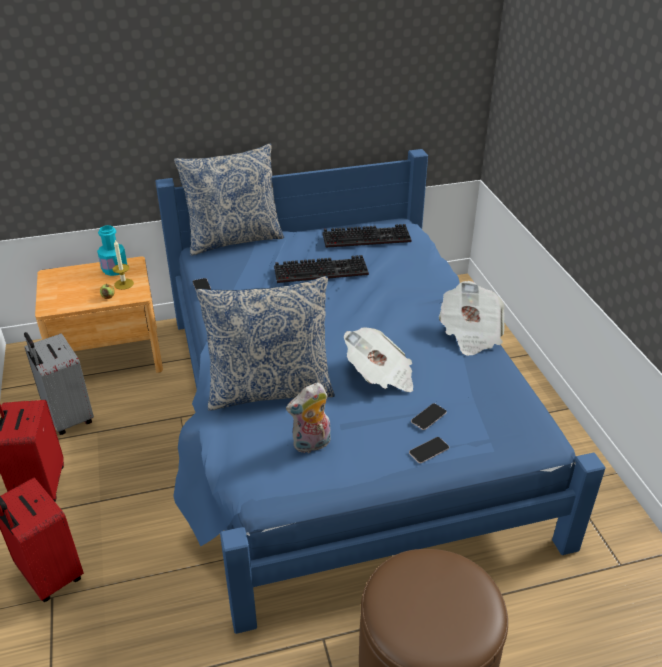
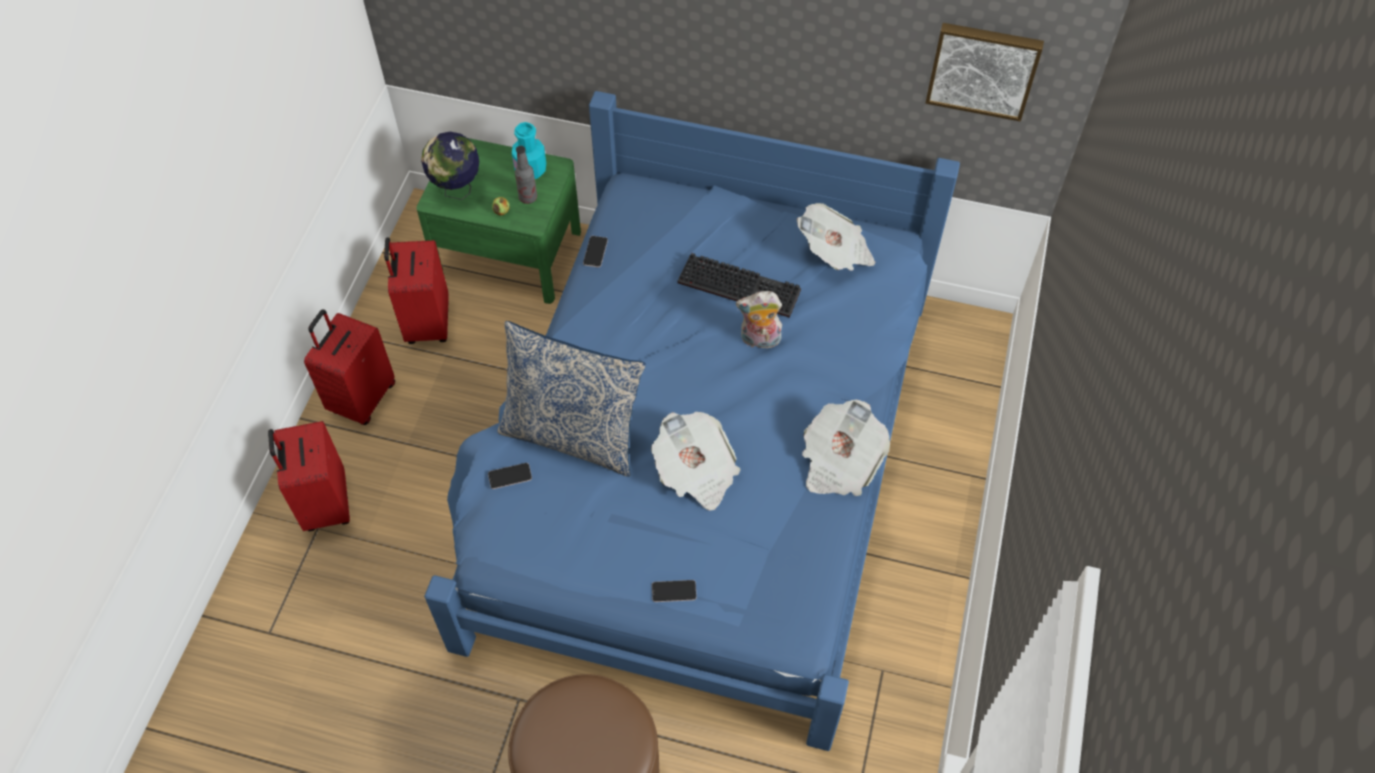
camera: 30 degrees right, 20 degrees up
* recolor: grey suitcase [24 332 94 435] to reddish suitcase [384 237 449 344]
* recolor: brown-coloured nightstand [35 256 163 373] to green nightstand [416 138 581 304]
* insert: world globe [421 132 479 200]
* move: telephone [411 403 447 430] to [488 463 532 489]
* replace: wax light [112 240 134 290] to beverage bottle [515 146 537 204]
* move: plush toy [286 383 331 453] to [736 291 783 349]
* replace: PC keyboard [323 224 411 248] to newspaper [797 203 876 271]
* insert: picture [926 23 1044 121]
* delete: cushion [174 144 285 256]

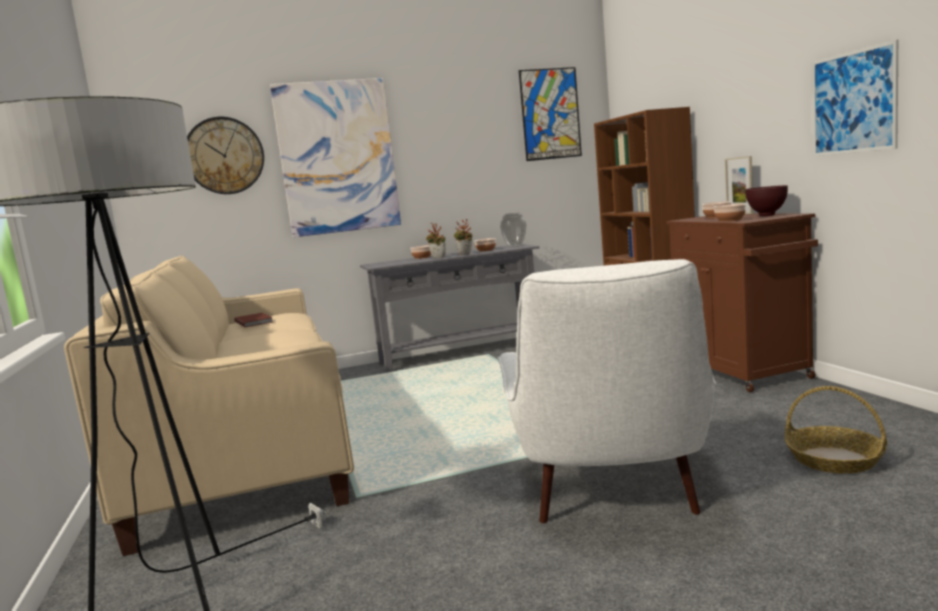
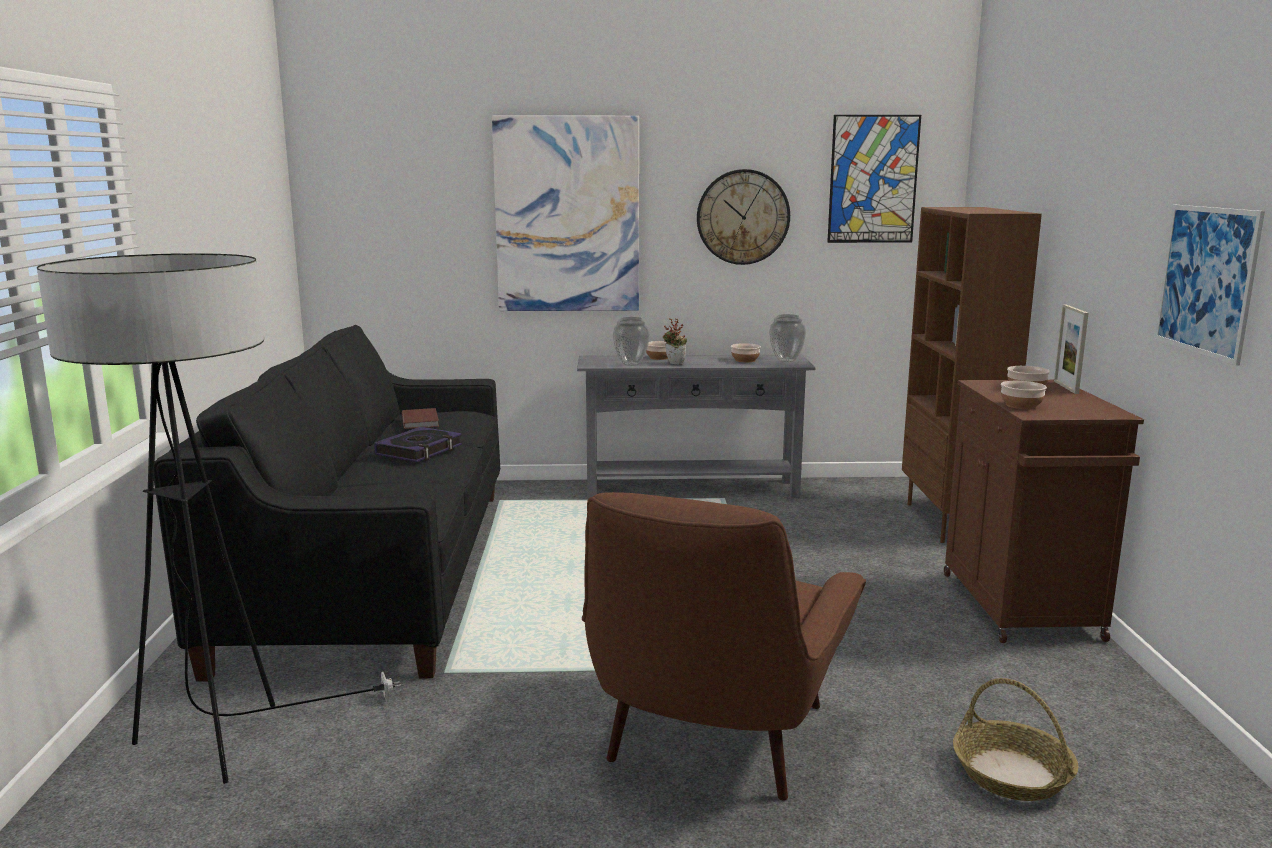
camera: 15 degrees right, 5 degrees up
* recolor: sand-coloured sofa [64 255 354 556] to black-coloured sofa [154 325 500 682]
* insert: book [374 427 462 462]
* recolor: whitish easy chair [497 259 716 523] to brown-coloured easy chair [582 492 866 801]
* insert: decorative vase [613 317 650 366]
* move: clock on the wall [187 117 264 194] to [697 169 790 265]
* delete: potted plant [454 219 472 255]
* delete: brown-coloured bowl [745 185 788 216]

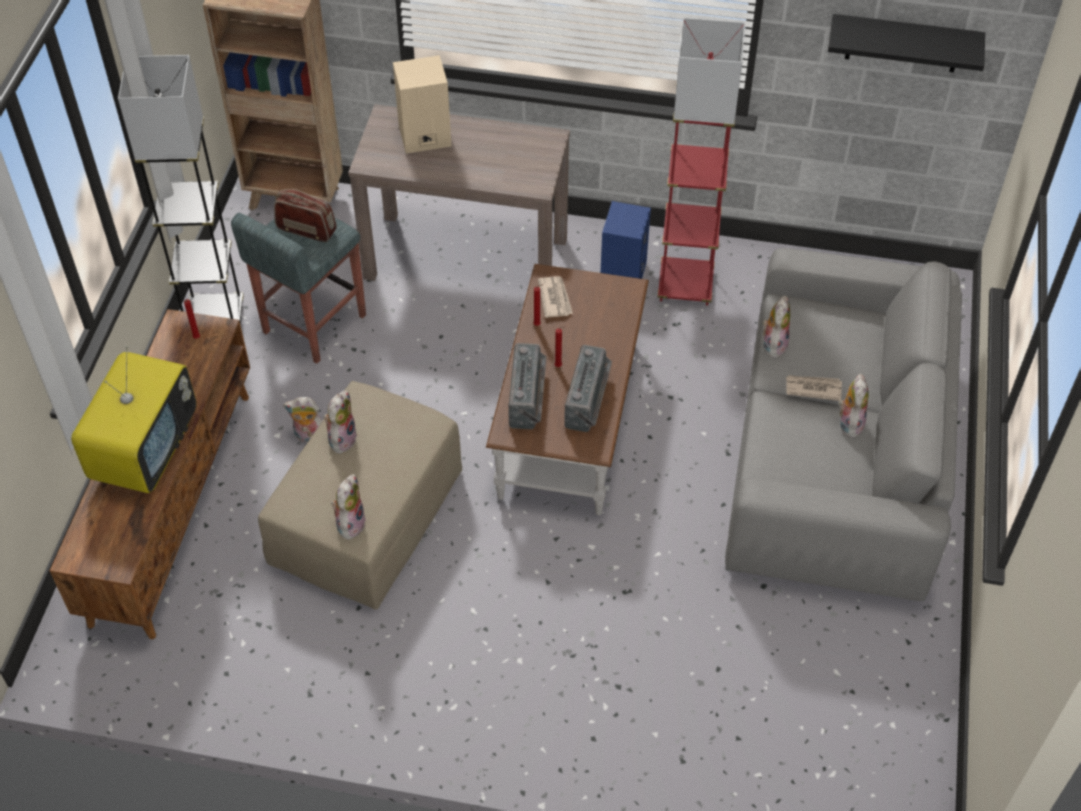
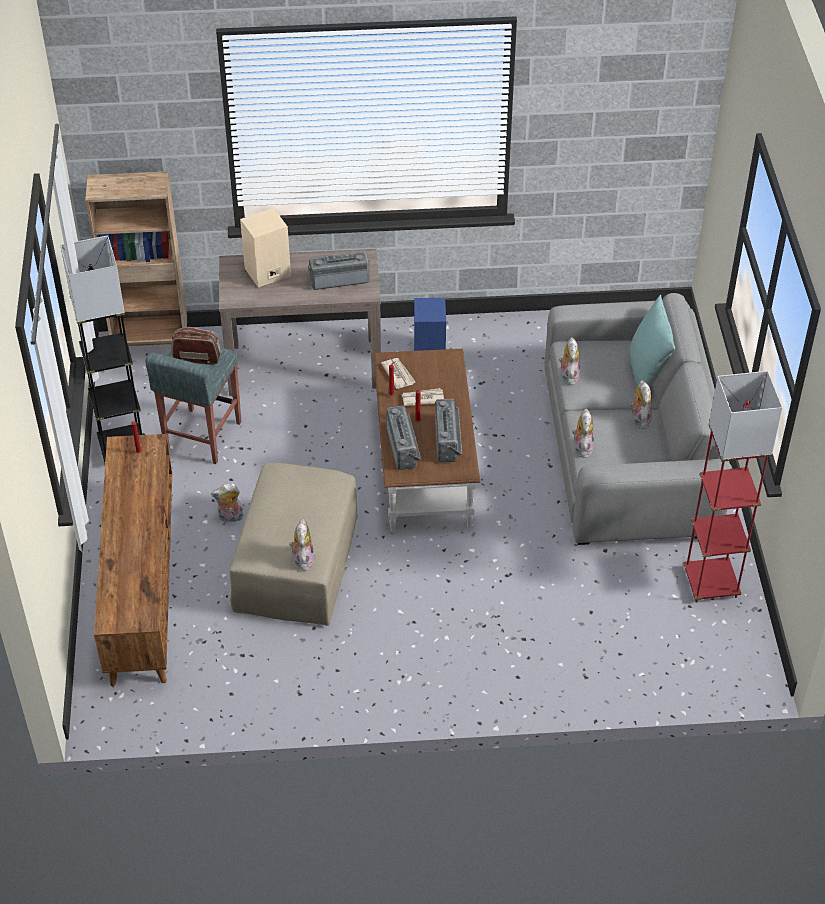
camera: 15 degrees left, 5 degrees down
* insert: radio [308 251 370 290]
* move: newspaper [786 375 842 401] to [401 388 444 406]
* move: plush toy [324 390 358 454] to [572 409 594 458]
* insert: turquoise-coloured cushion [630 295 675 387]
* move: reddish standing lamp [657 18 745 306] to [683 371 783 603]
* delete: television [71 346 196 493]
* delete: black-coloured bracket shelf [828 14 985 73]

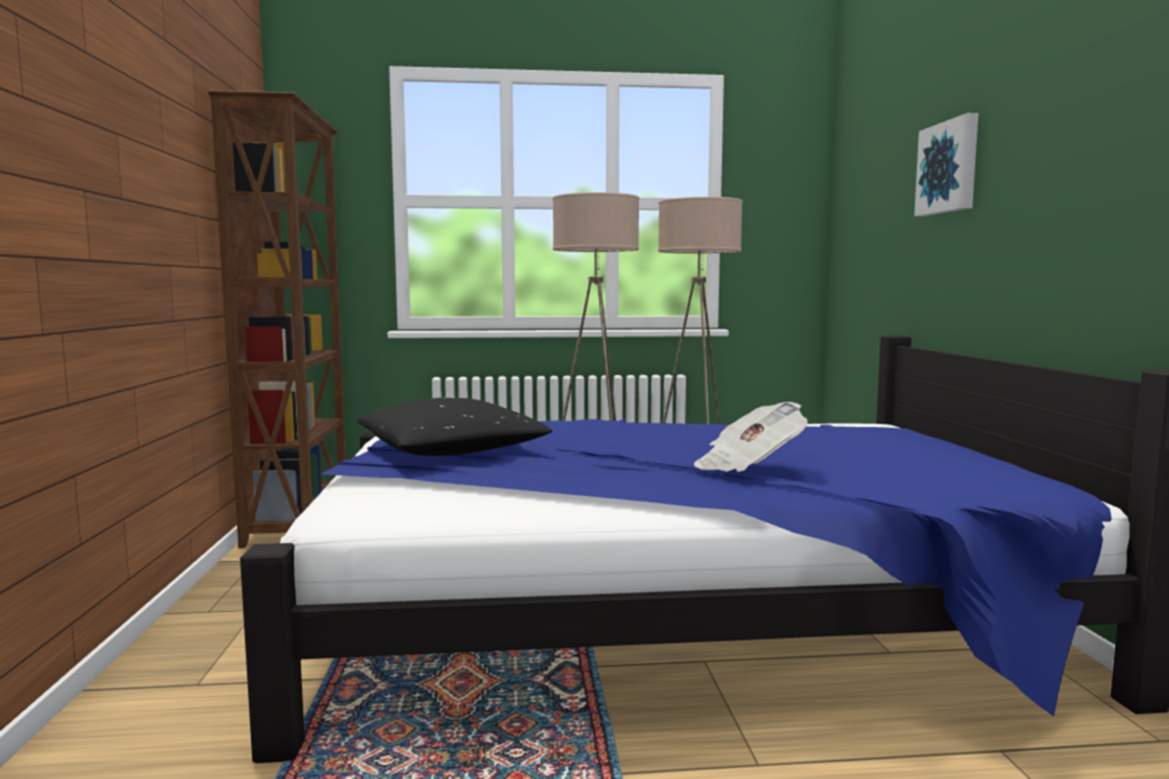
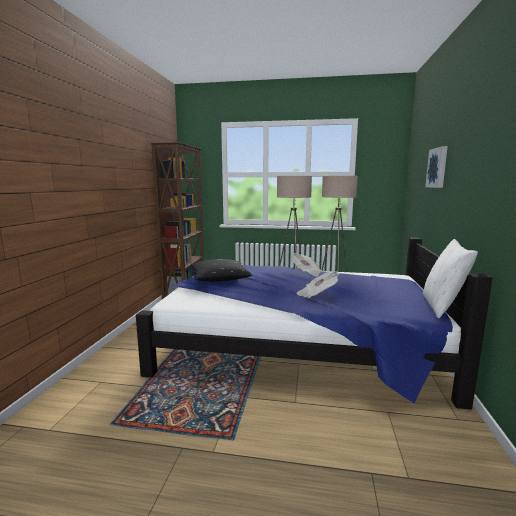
camera: 15 degrees right, 5 degrees up
* insert: newspaper [291 253 322 276]
* insert: whitish cushion [422 239 478 319]

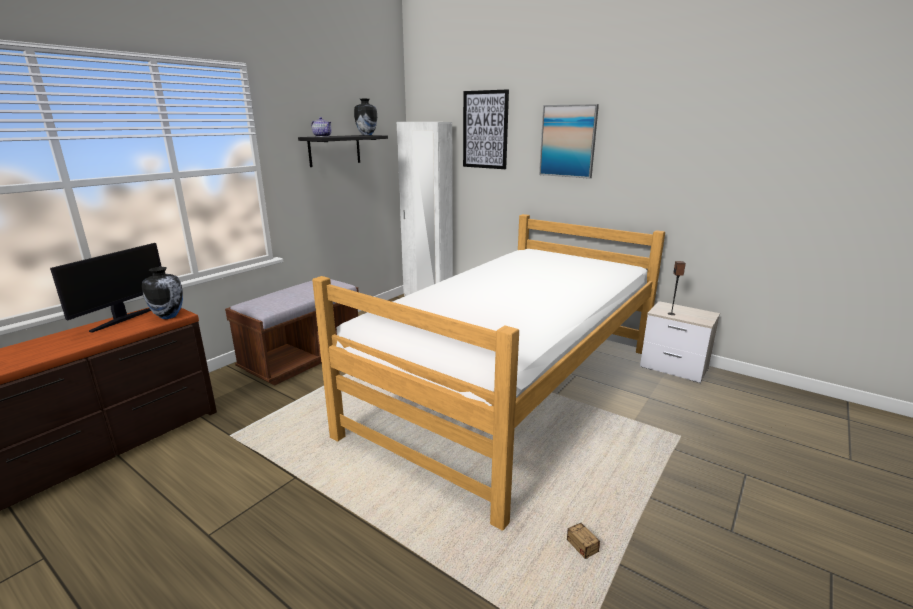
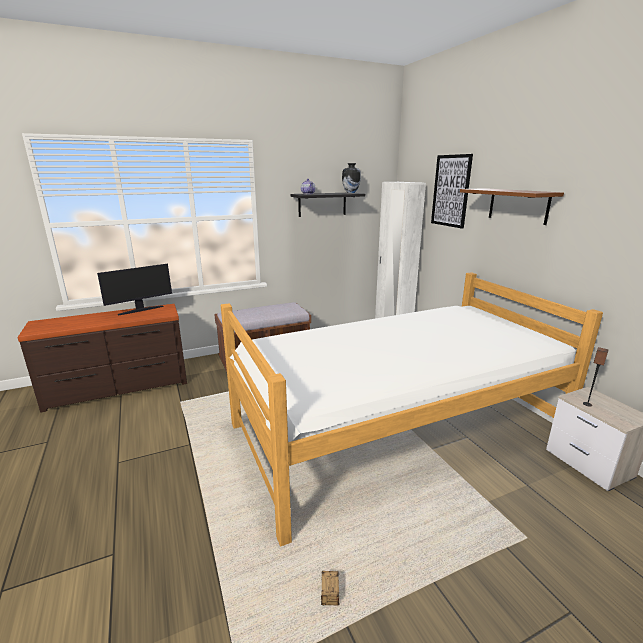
camera: 30 degrees right, 0 degrees up
* replace: picture [539 104 599 179] to brown-coloured bracket shelf [460 188 564 225]
* delete: decorative vase [142 267 183 319]

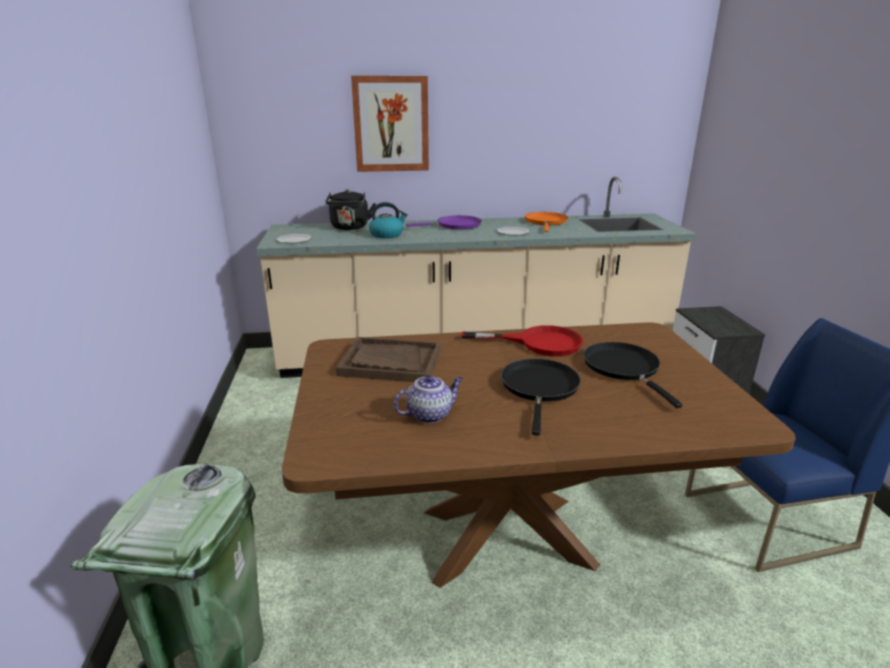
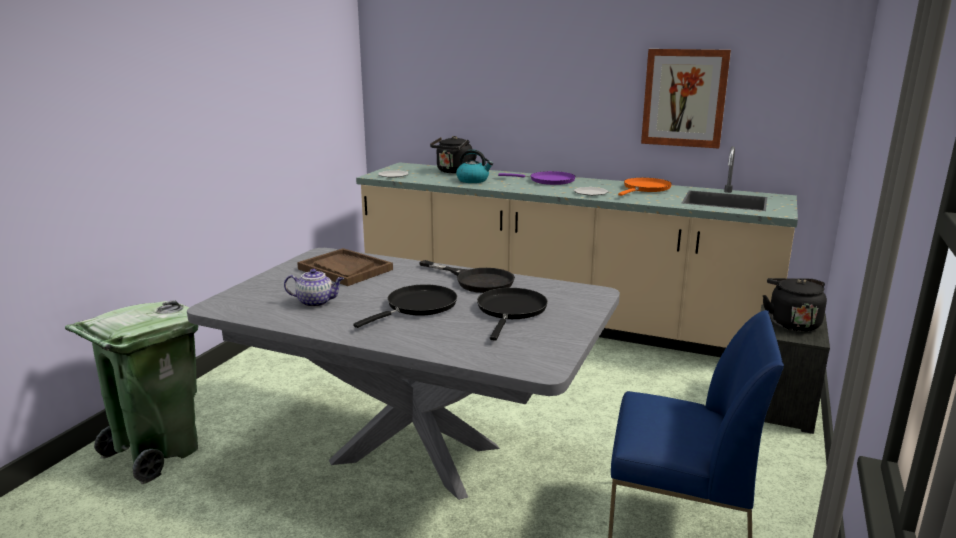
camera: 30 degrees right, 5 degrees down
* recolor: brown-coloured dinner table [282 323 796 588] to grey dinner table [187 248 620 500]
* recolor: reddish skillet [461 325 583 356] to black-coloured skillet [419 260 515 293]
* move: picture [351 76 429 172] to [641 49 731 148]
* insert: black-coloured tea kettle [763 278 827 332]

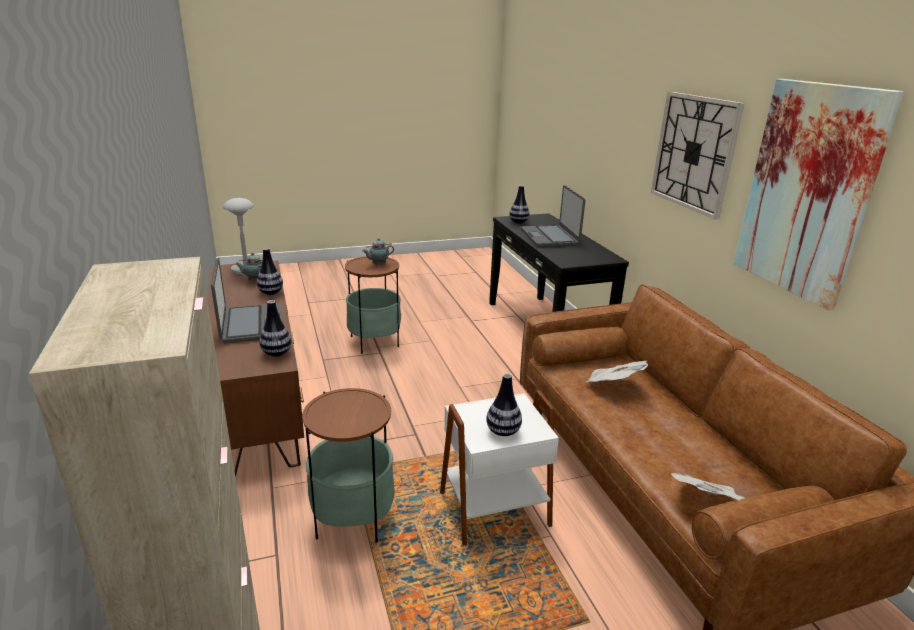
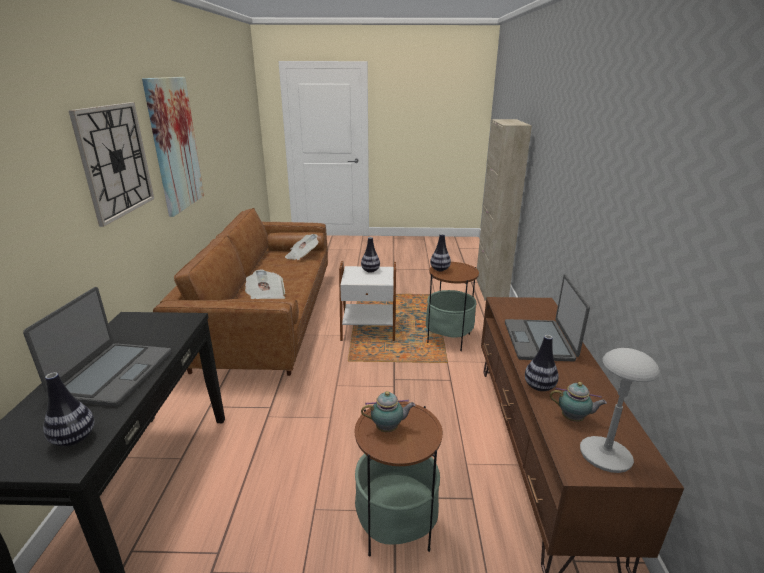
camera: 160 degrees left, 0 degrees up
* move: decorative vase [259 300 292 357] to [430 233 451 271]

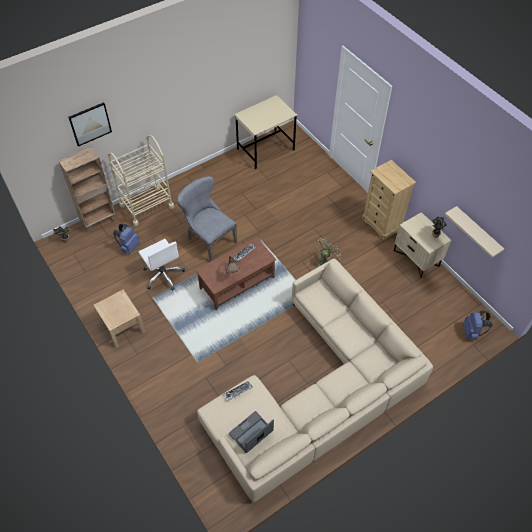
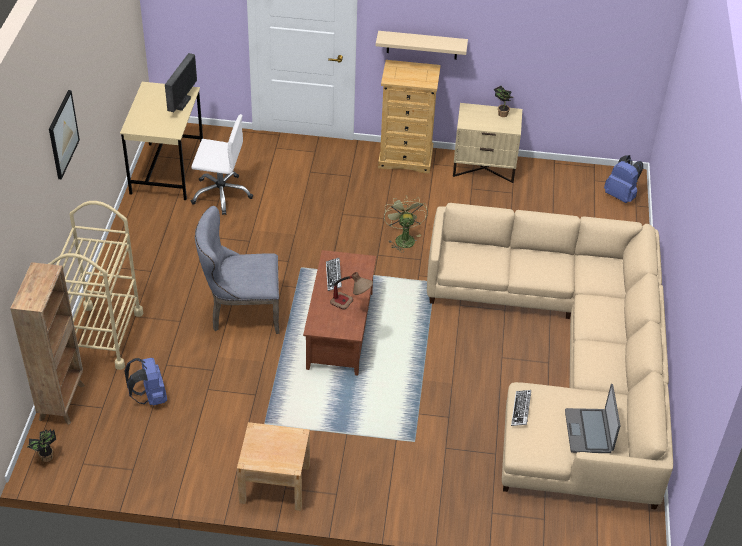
camera: 50 degrees left, 10 degrees down
* move: picture [68 102 112 147] to [49 90 80 179]
* insert: computer screen [165 53 197 112]
* move: whitish desk chair [139 239 185 290] to [191 114 253 215]
* move: sand-coloured bracket shelf [445 206 504 258] to [376 31 468 60]

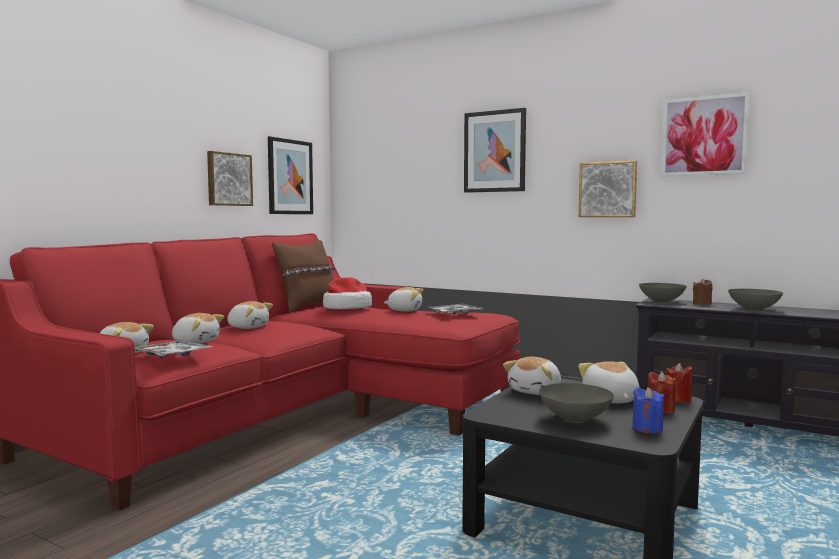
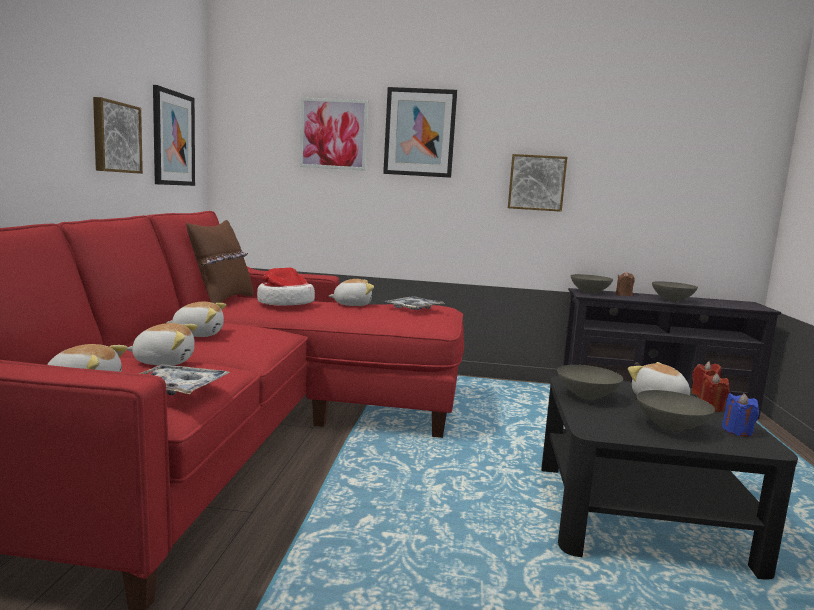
camera: 25 degrees left, 5 degrees up
* move: picture [661 92 750 176] to [299 98 369 171]
* replace: plush toy [503 357 561 395] to grey bowl [557 365 623 400]

